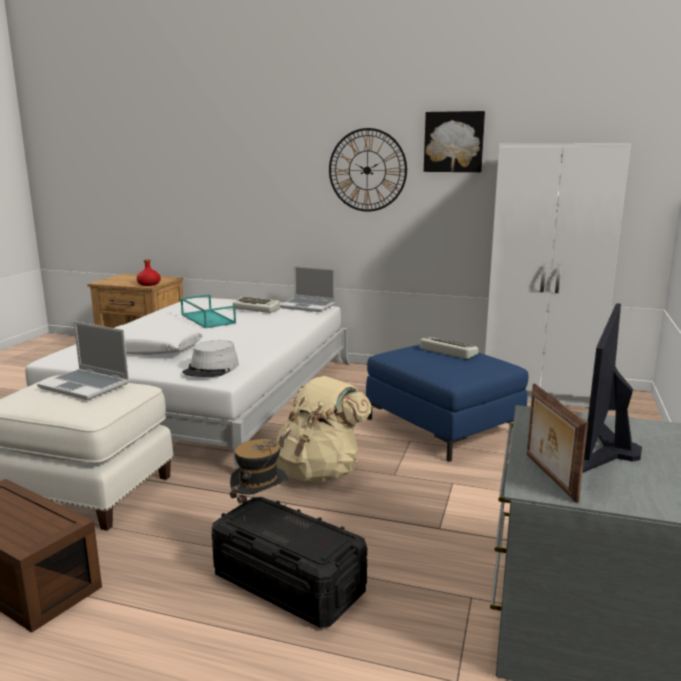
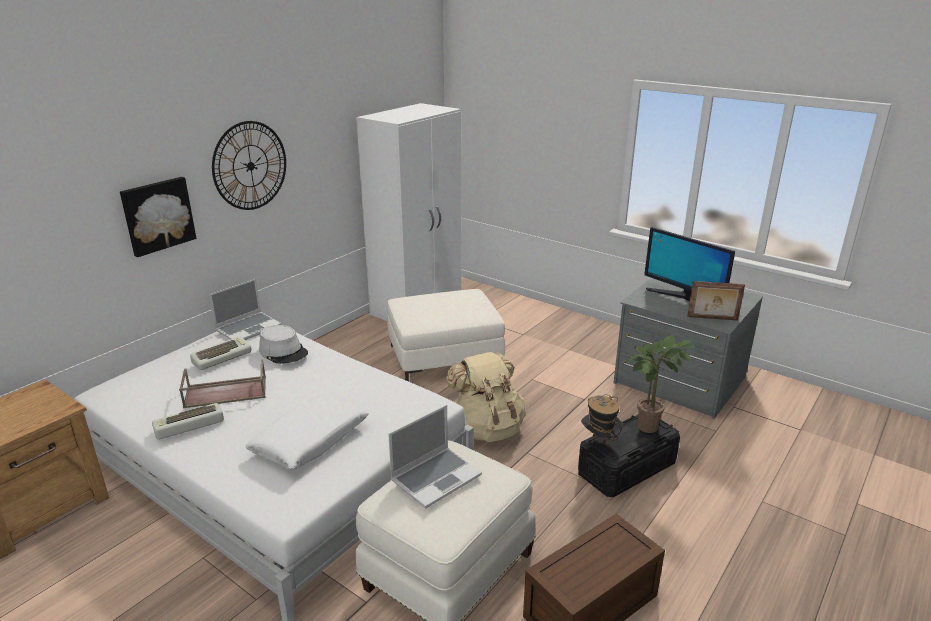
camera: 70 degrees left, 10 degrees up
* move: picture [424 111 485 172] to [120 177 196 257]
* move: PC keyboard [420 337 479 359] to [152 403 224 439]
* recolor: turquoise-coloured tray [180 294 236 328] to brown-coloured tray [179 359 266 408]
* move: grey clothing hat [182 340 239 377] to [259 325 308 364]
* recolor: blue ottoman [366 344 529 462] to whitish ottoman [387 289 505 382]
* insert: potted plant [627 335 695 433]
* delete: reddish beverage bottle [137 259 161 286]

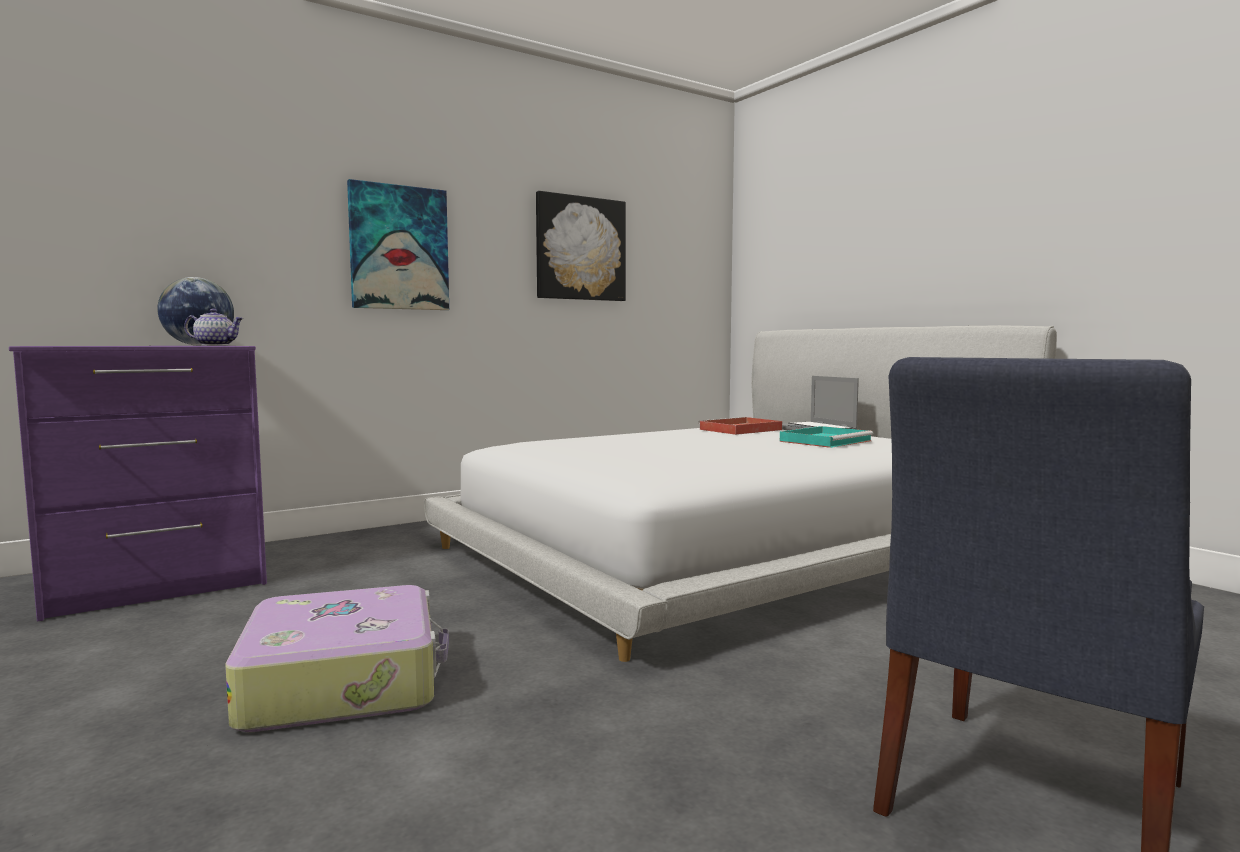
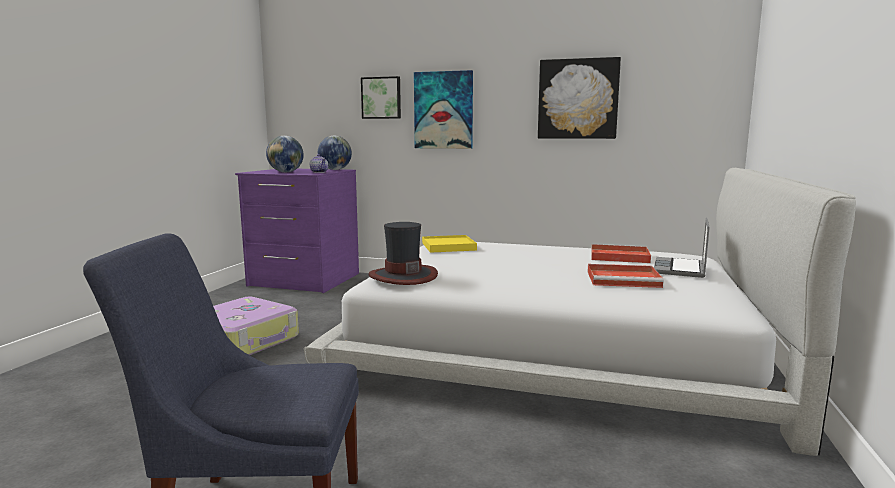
camera: 50 degrees right, 5 degrees up
* insert: world globe [266 136 304 172]
* insert: picture [361 76 401 119]
* insert: clothing hat [368 222 438 285]
* insert: yellow tray [422 235 477 253]
* recolor: turquoise-coloured tray [780 426 873 448] to reddish tray [588 264 664 288]

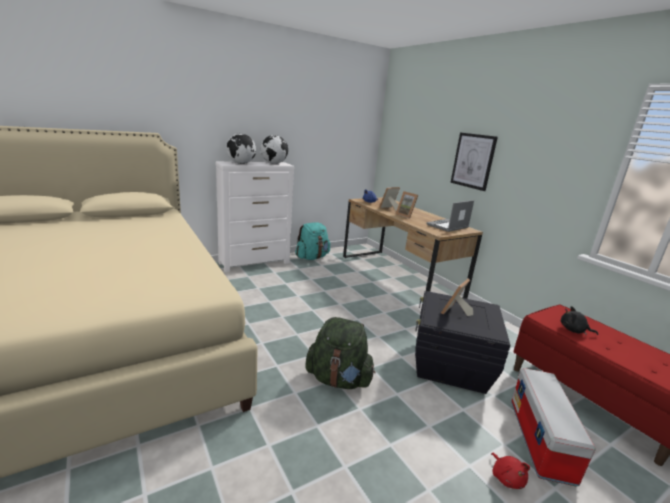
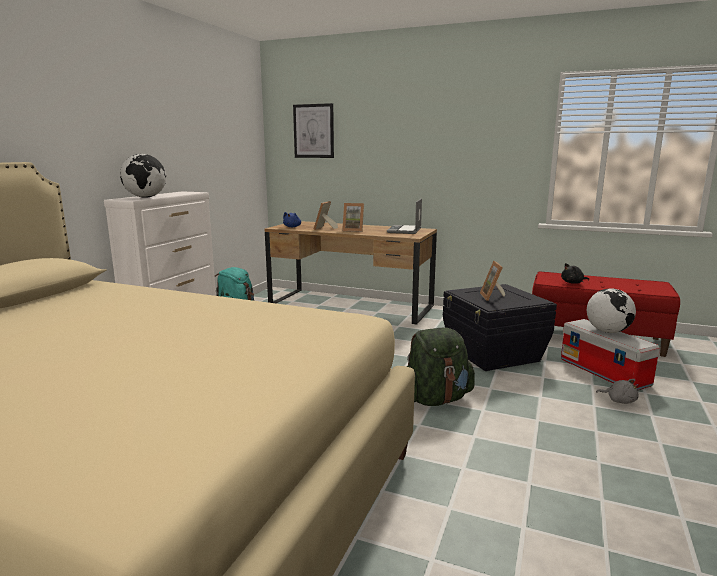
camera: 35 degrees left, 5 degrees down
* move: picture [451 132 498 191] to [293 103 334 158]
* move: world globe [260 135 288 164] to [587 288 636 333]
* recolor: reddish plush toy [491 453 530 489] to grey plush toy [596 379 639 404]

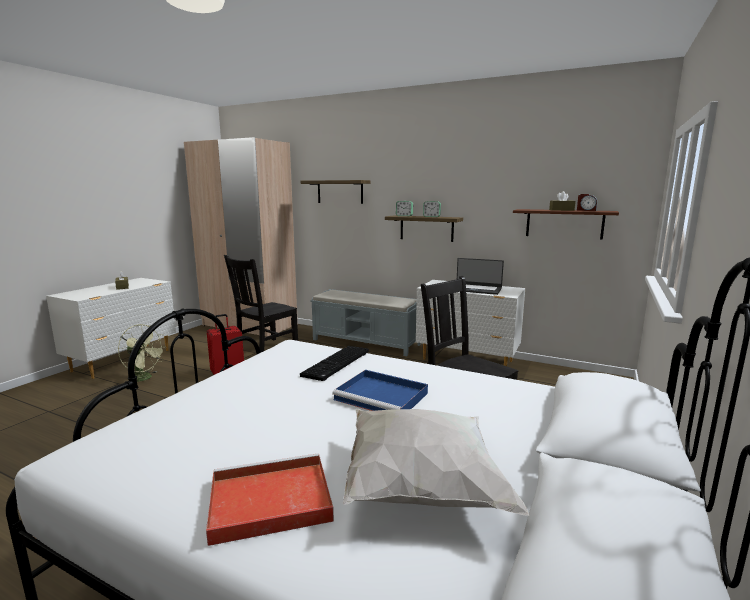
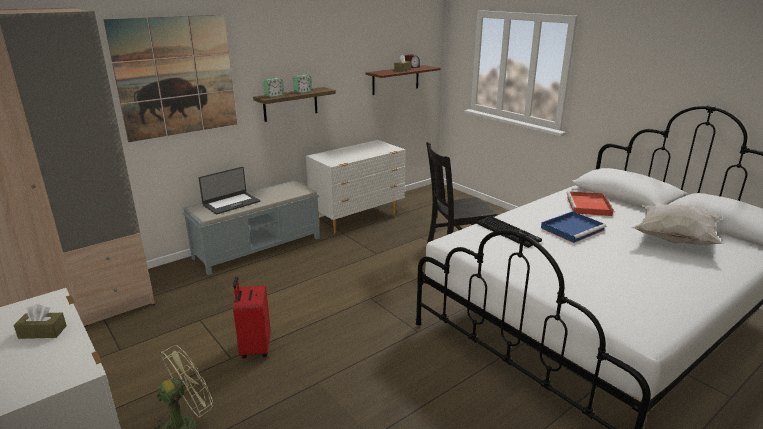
camera: 65 degrees left, 10 degrees up
* replace: bracket shelf [300 180 370 204] to picture [103 15 237 142]
* move: laptop [457 258 504 295] to [199 167 260 214]
* move: reddish tray [206 453 334 546] to [567 191 614 216]
* delete: black-coloured plain chair [224 255 298 352]

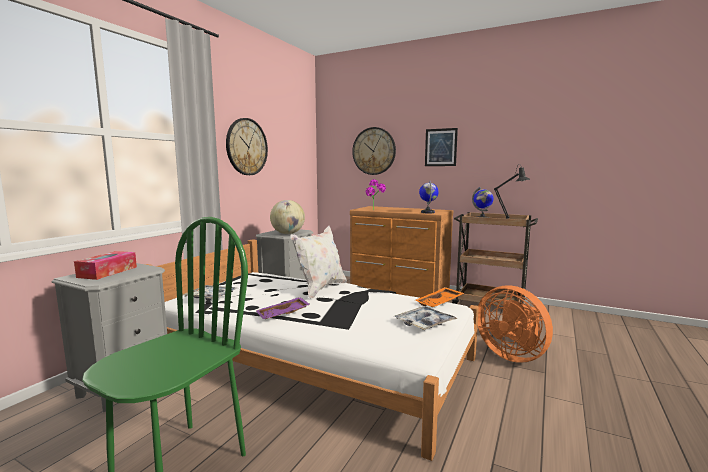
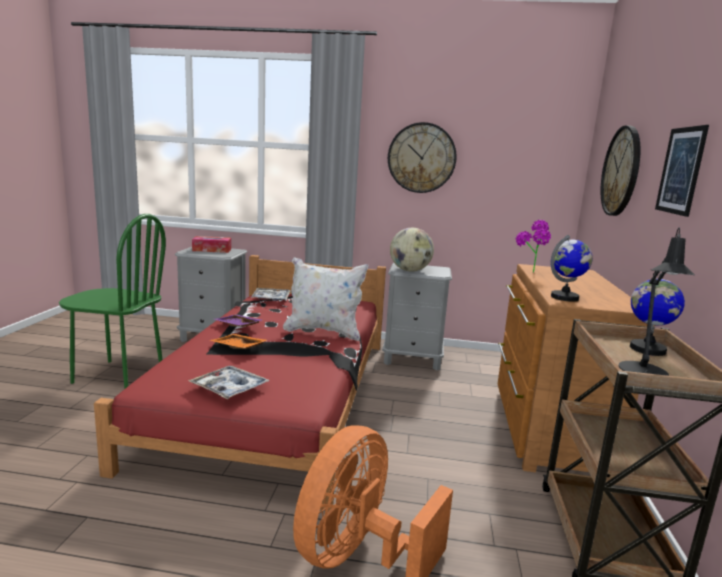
camera: 70 degrees right, 5 degrees up
* recolor: whitish bedroom bed [145 239 479 461] to reddish bedroom bed [94 255 386 511]
* move: orangey tray [415 287 464 307] to [210 334 267 349]

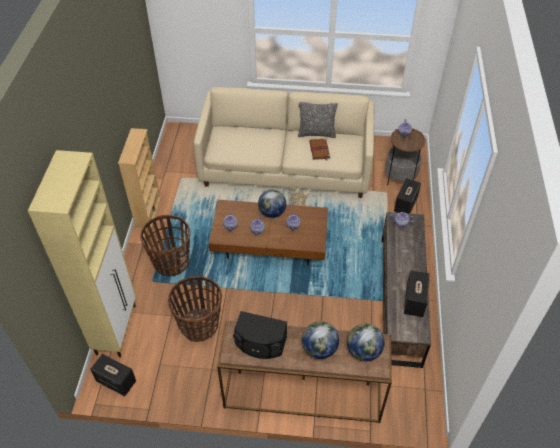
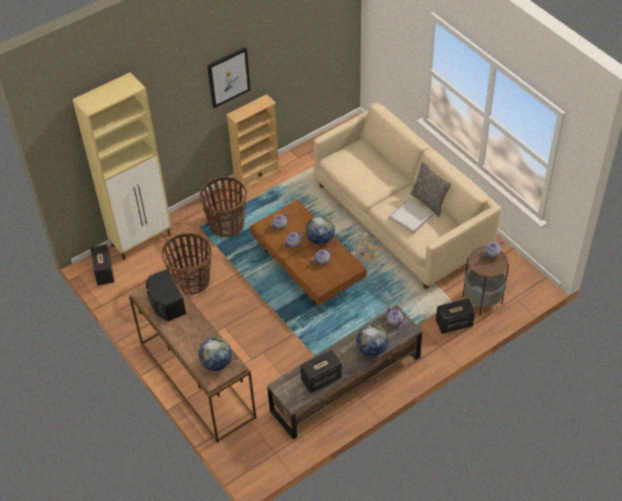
camera: 50 degrees right, 0 degrees up
* insert: picture [207 47 251 108]
* move: world globe [302 321 339 359] to [356 324 388 357]
* replace: brown-coloured book [309 138 330 161] to whitish tray [389 198 433 234]

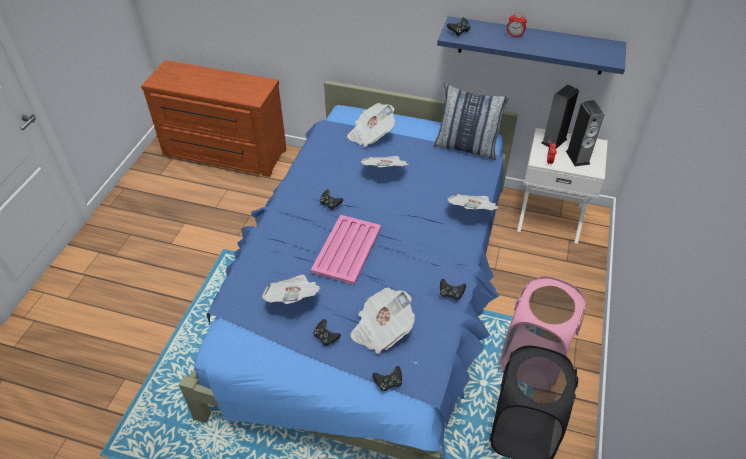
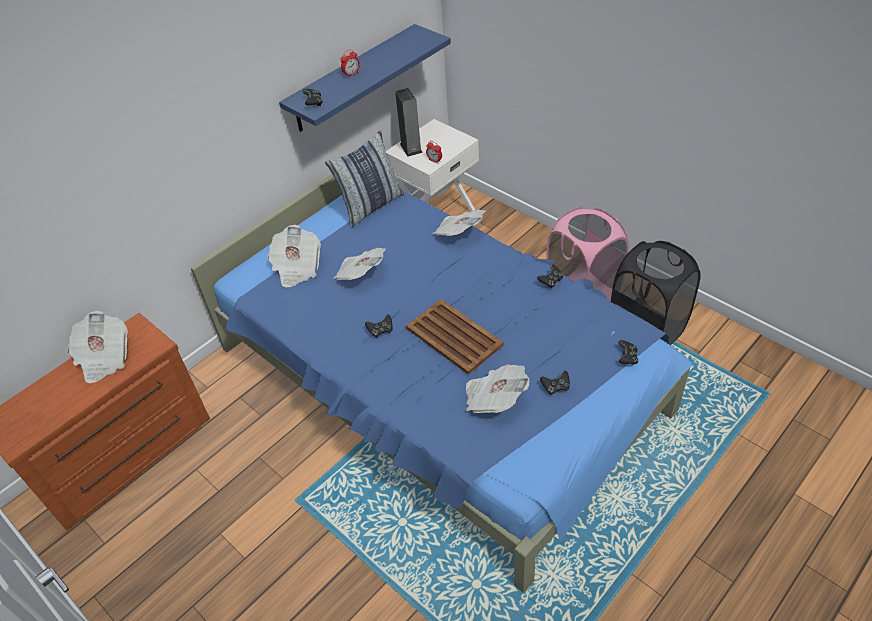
camera: 60 degrees left, 0 degrees up
* move: newspaper [350 288 415 354] to [68 311 128 384]
* recolor: pinkish tray [311 215 381 285] to brown-coloured tray [406 299 504 375]
* delete: loudspeaker [566 100 604 166]

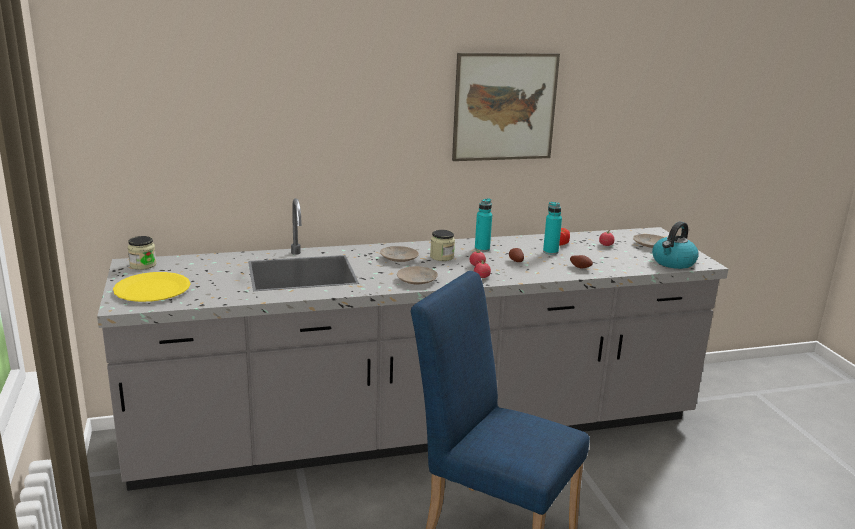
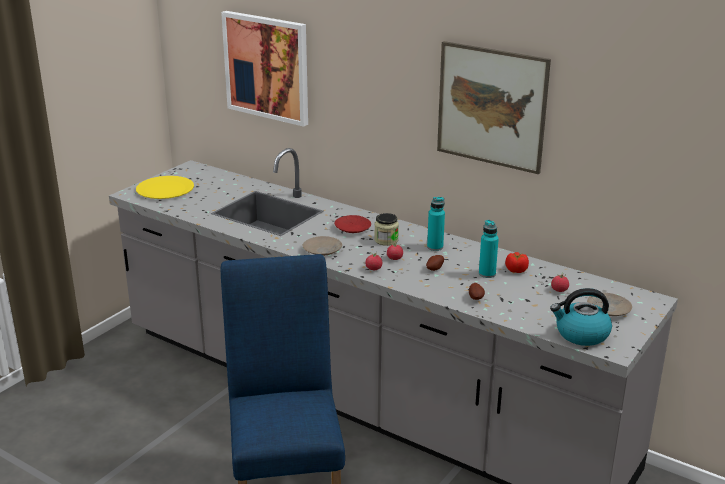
camera: 50 degrees right, 5 degrees up
* insert: picture [221 11 308 127]
* recolor: sand-coloured dinner plate [380 246 419 262] to reddish dinner plate [335 215 371 233]
* delete: storage jar [128 236 156 270]

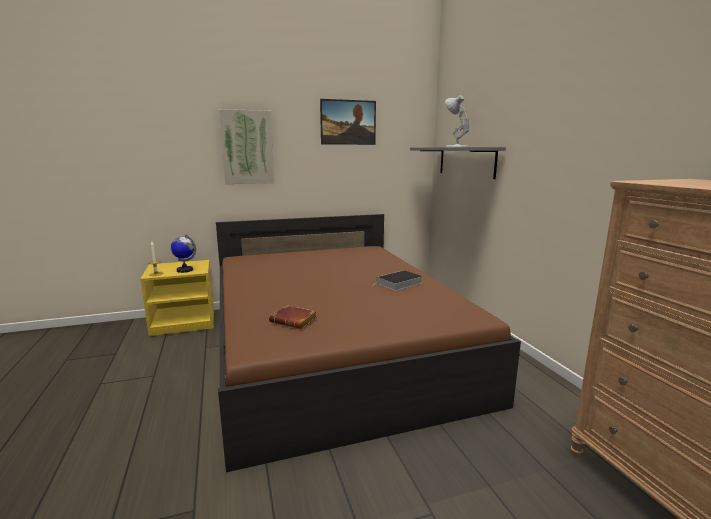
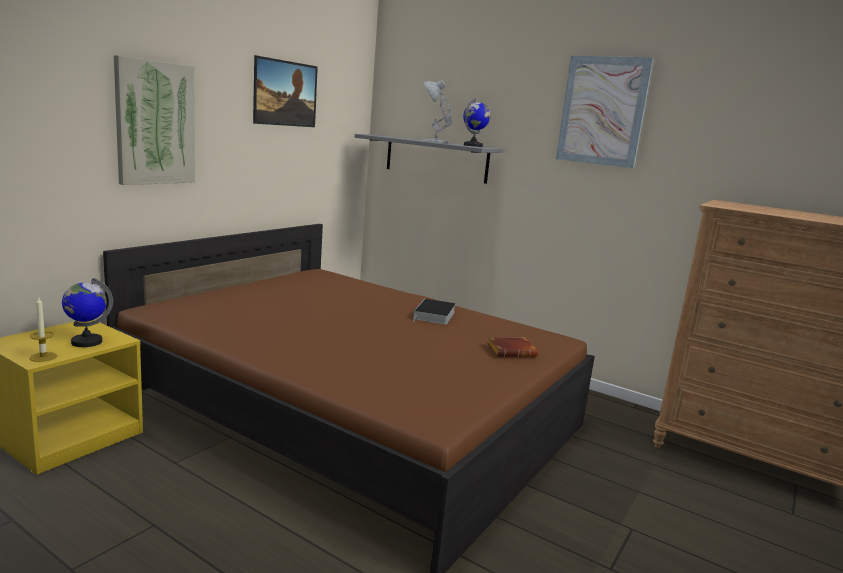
camera: 40 degrees left, 0 degrees up
* insert: world globe [463 98 490 147]
* move: brown-coloured book [269 305 317 329] to [487 337 538 357]
* insert: picture [556 56 654 168]

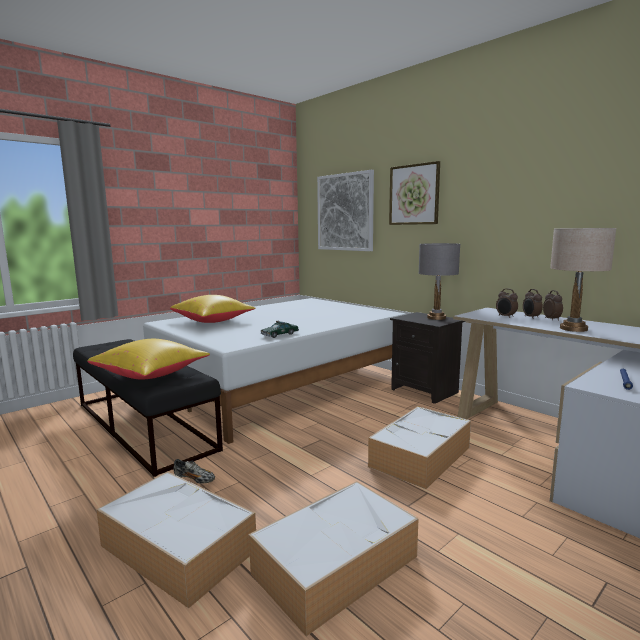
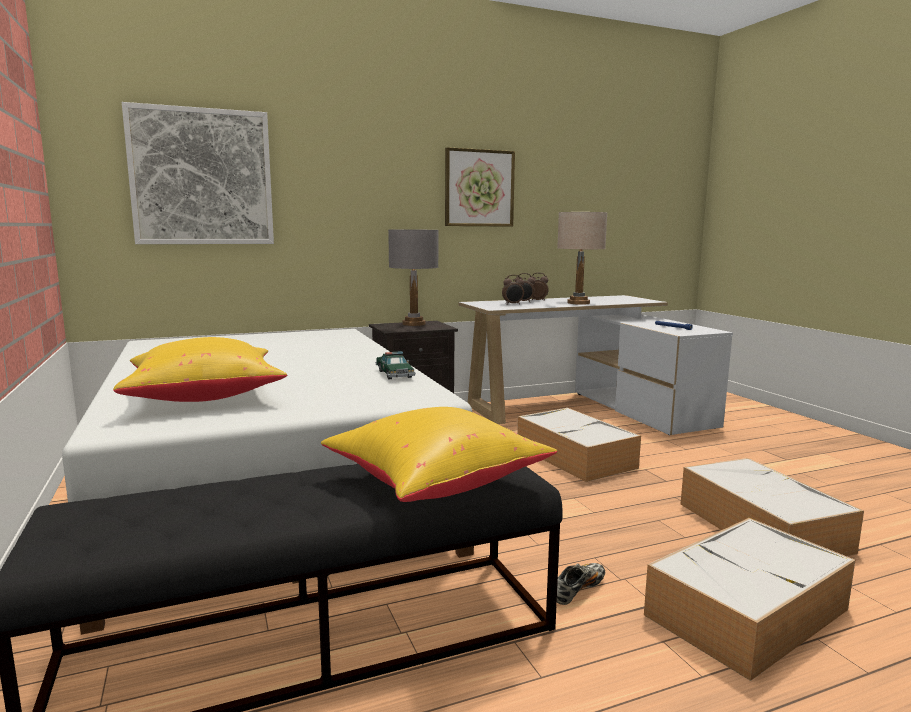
camera: 70 degrees left, 0 degrees up
* move: picture [389 161 440 225] to [445 147 515 227]

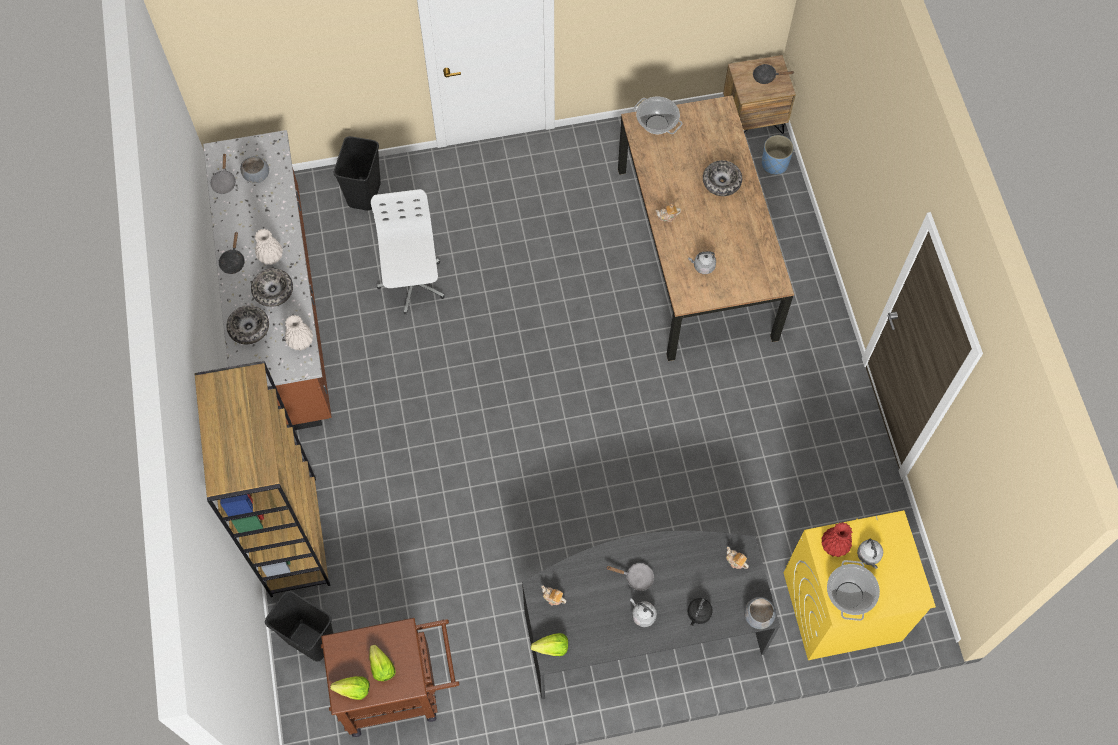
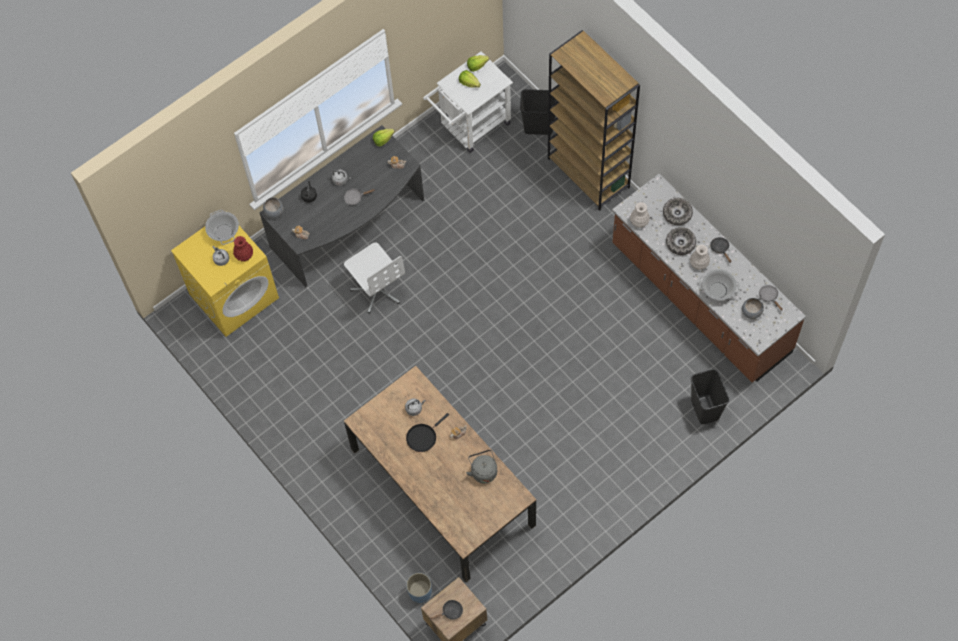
camera: 155 degrees right, 0 degrees up
* move: whitish desk chair [371 189 445 315] to [344 242 405 313]
* insert: black-coloured skillet [406 413 449 452]
* recolor: brown-coloured cart [321 618 460 737] to whitish cart [423 51 513 153]
* insert: grey tea kettle [466 450 497 484]
* move: cooking pot [634 97 682 134] to [699 269 740 300]
* delete: bowl [703 160 742 196]

